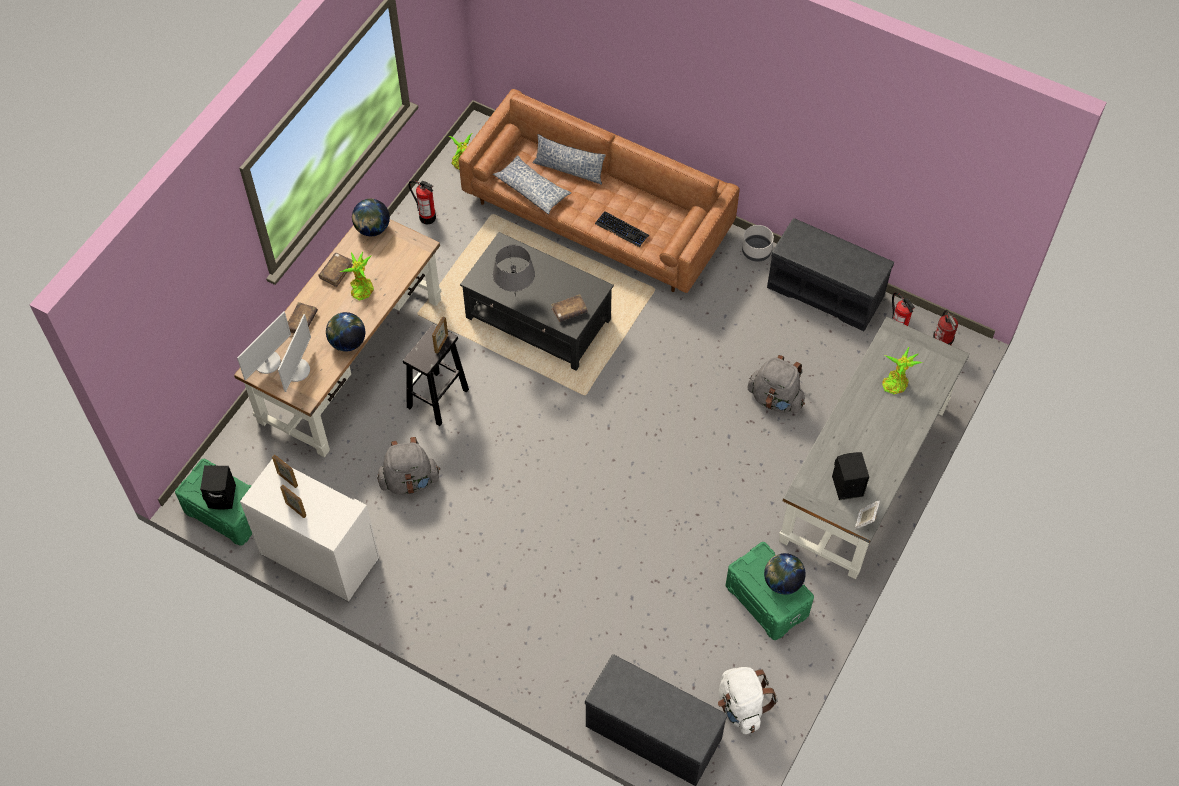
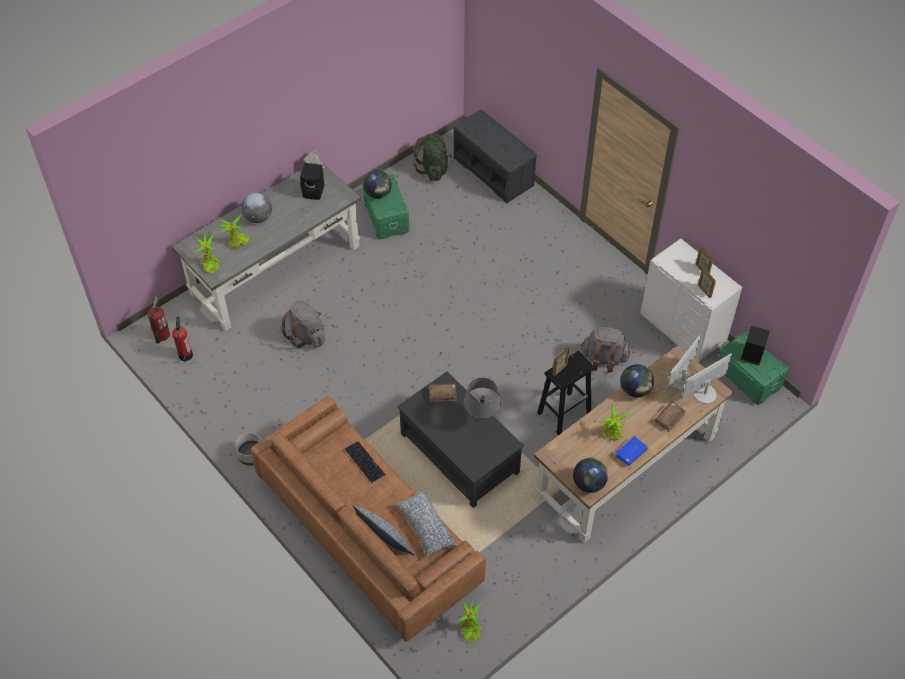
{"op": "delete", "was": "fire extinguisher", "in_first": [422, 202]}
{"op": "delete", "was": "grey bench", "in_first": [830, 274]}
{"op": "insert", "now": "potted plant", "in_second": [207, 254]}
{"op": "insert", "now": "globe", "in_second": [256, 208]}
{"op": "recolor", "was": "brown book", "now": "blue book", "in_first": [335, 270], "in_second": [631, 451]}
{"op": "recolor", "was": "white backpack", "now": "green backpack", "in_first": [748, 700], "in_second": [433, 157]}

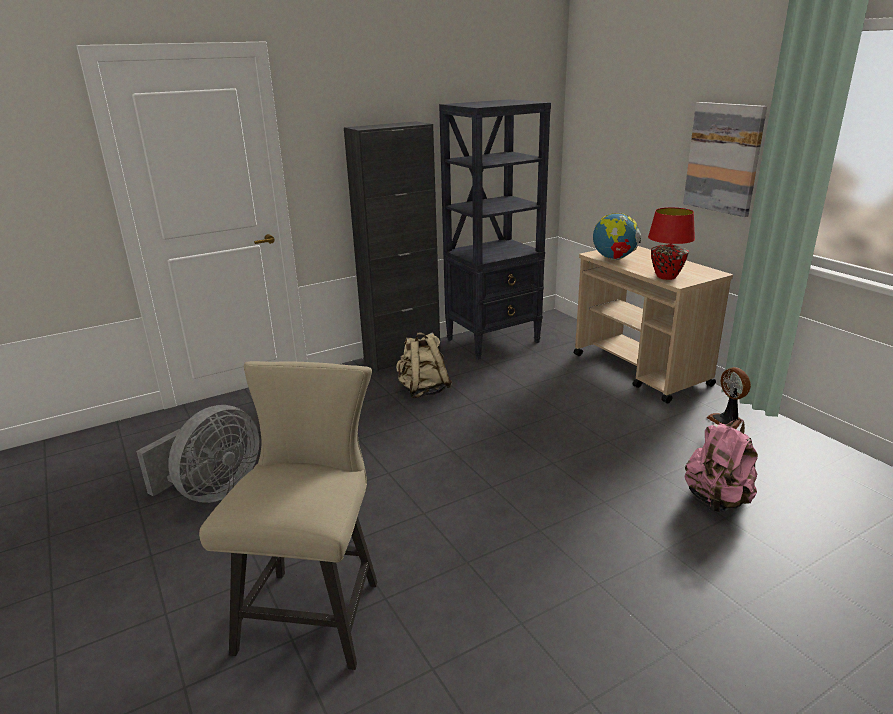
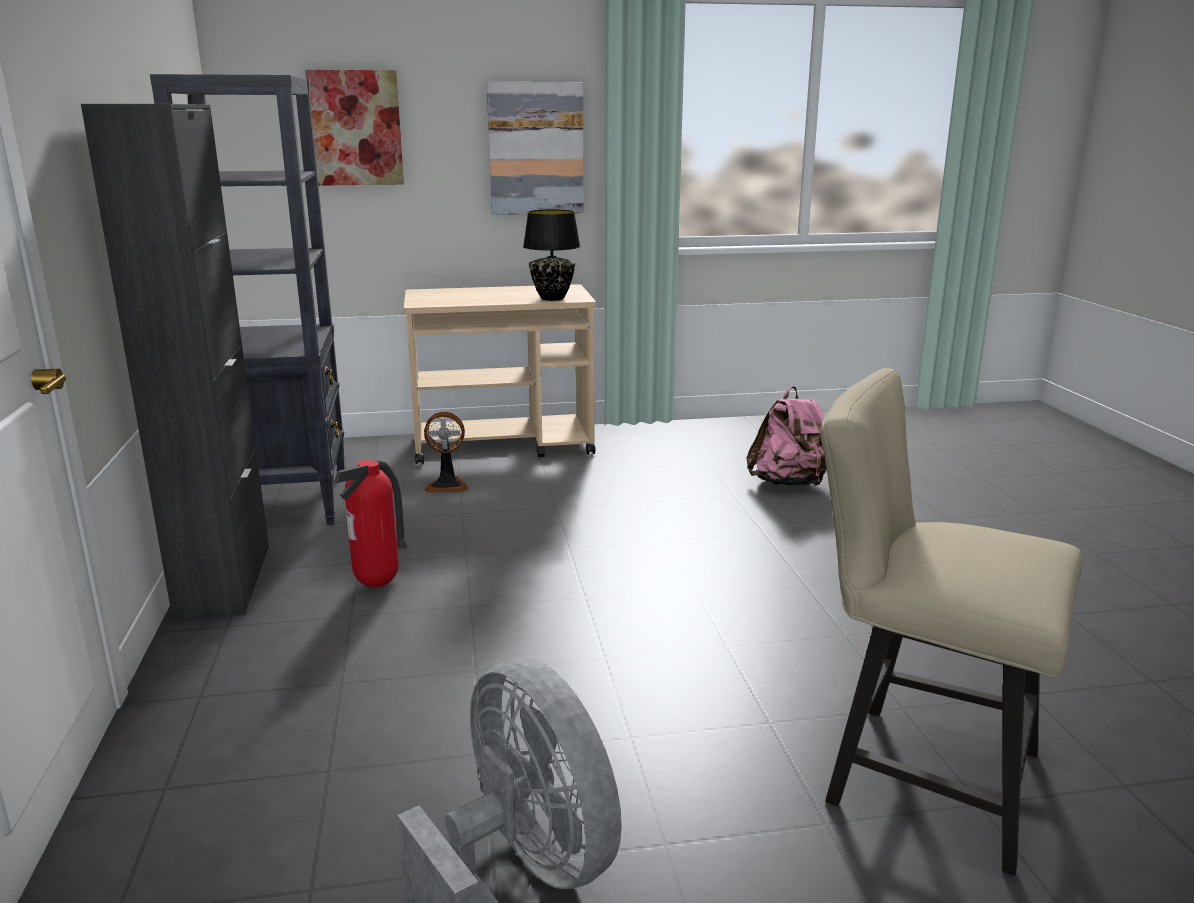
{"op": "delete", "was": "globe", "in_first": [617, 236]}
{"op": "insert", "now": "picture", "in_second": [354, 128]}
{"op": "move", "was": "fan", "in_first": [729, 398], "in_second": [446, 452]}
{"op": "replace", "was": "beige backpack", "now": "fire extinguisher", "in_first": [424, 365], "in_second": [371, 523]}
{"op": "recolor", "was": "red table lamp", "now": "black table lamp", "in_first": [671, 243], "in_second": [552, 255]}

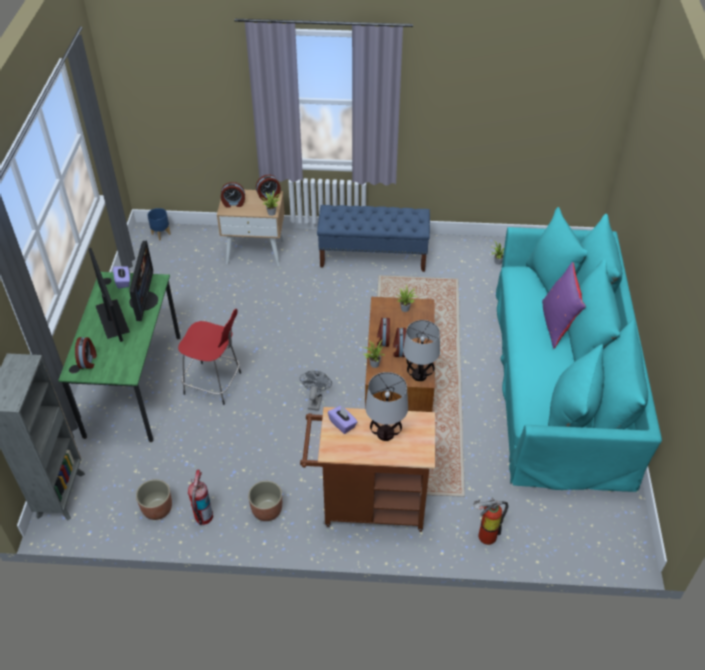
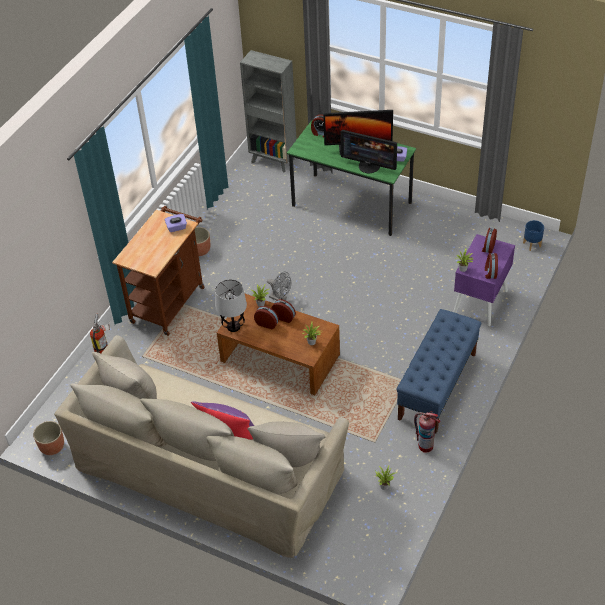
{"op": "delete", "was": "red stool", "in_first": [209, 357]}
{"op": "delete", "was": "table lamp", "in_first": [386, 406]}
{"op": "move", "was": "planter", "in_first": [154, 499], "in_second": [48, 438]}
{"op": "move", "was": "fire extinguisher", "in_first": [200, 497], "in_second": [427, 431]}
{"op": "recolor", "was": "beige nightstand", "now": "purple nightstand", "in_first": [251, 228], "in_second": [484, 280]}
{"op": "recolor", "was": "turquoise sofa", "now": "beige sofa", "in_first": [579, 349], "in_second": [201, 446]}

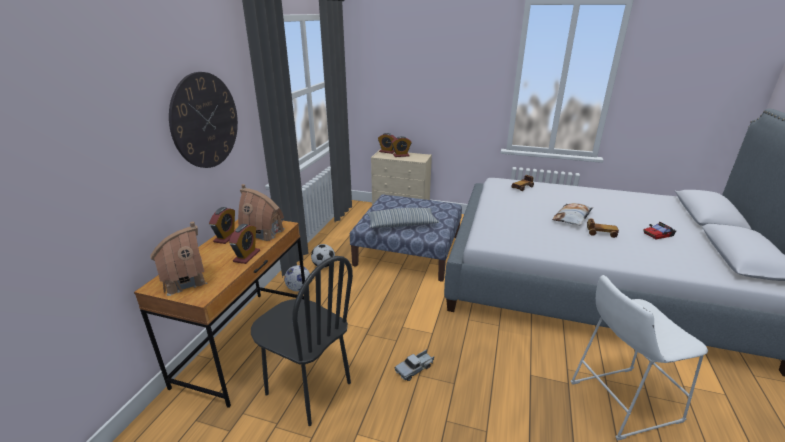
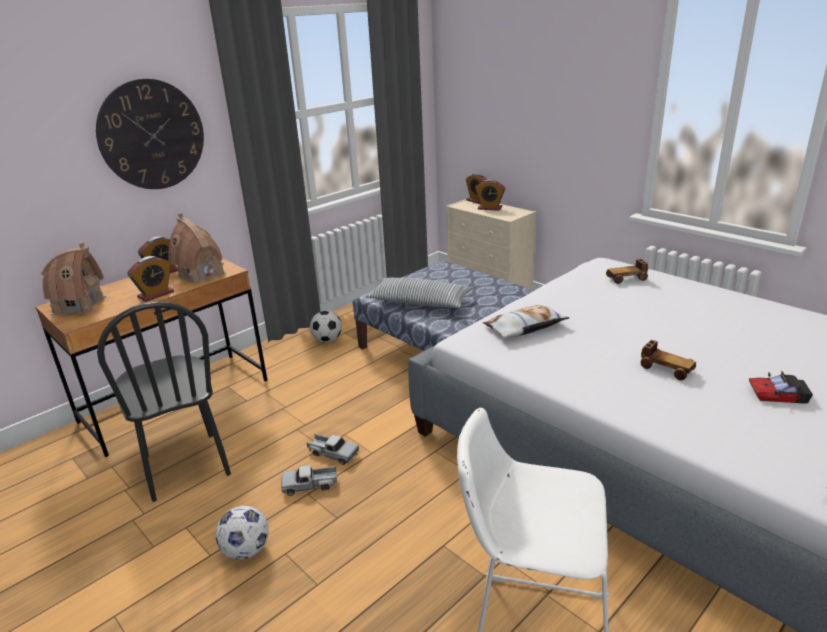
{"op": "insert", "now": "toy truck", "in_second": [332, 449]}
{"op": "move", "was": "football", "in_first": [297, 278], "in_second": [242, 533]}
{"op": "move", "was": "pillow", "in_first": [572, 214], "in_second": [526, 321]}

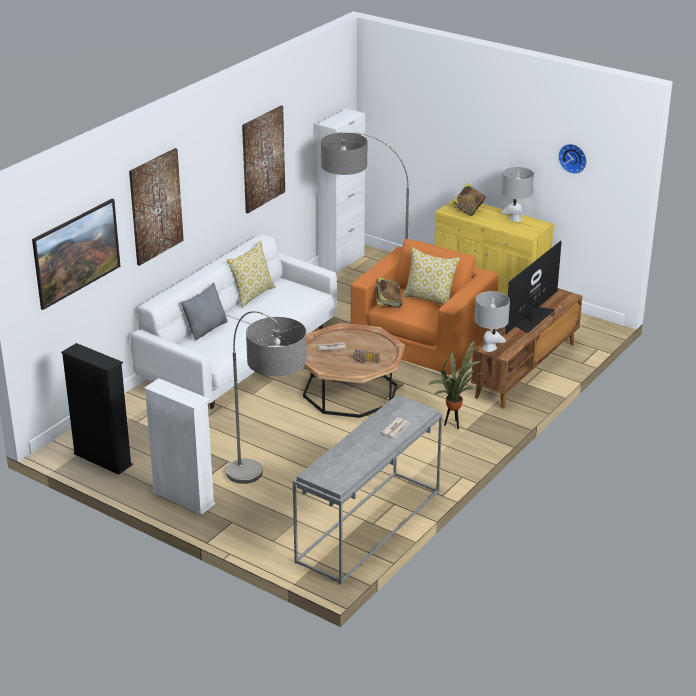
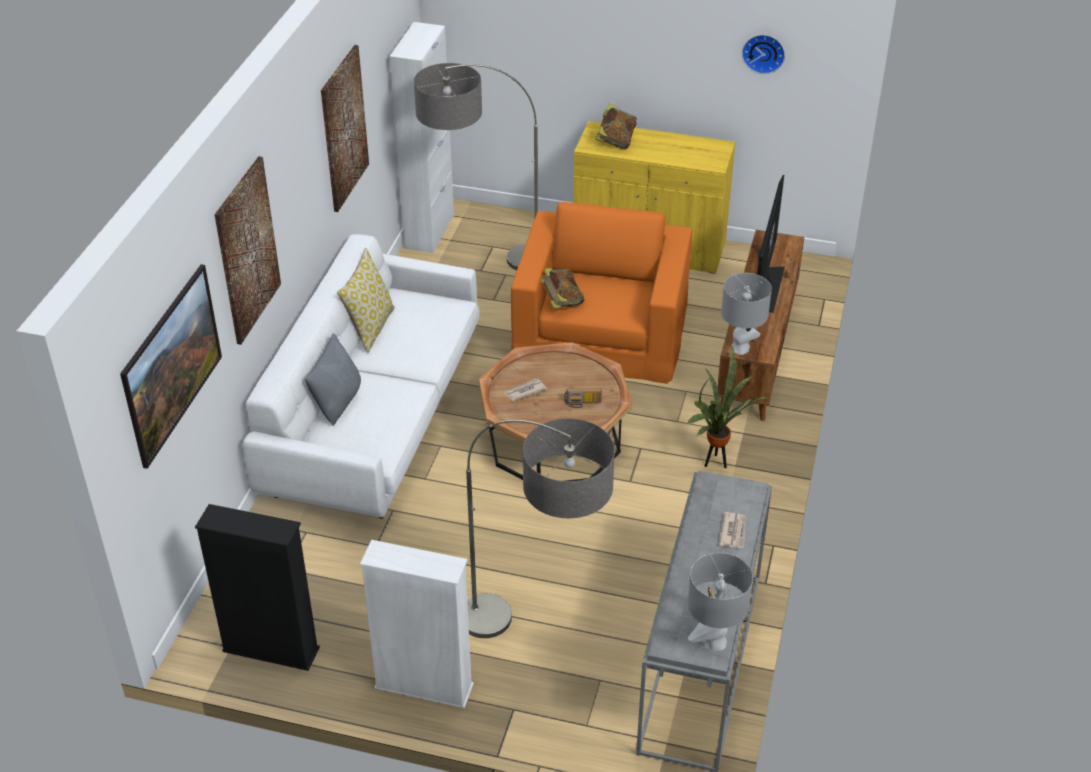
{"op": "delete", "was": "pillow", "in_first": [431, 276]}
{"op": "move", "was": "grey table lamp", "in_first": [517, 194], "in_second": [720, 602]}

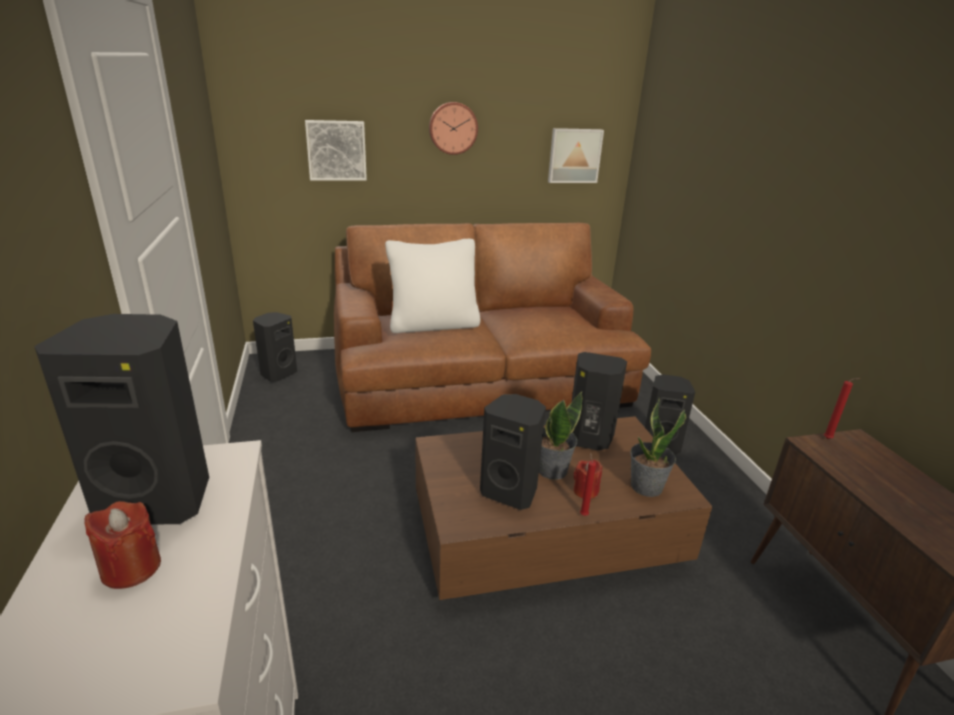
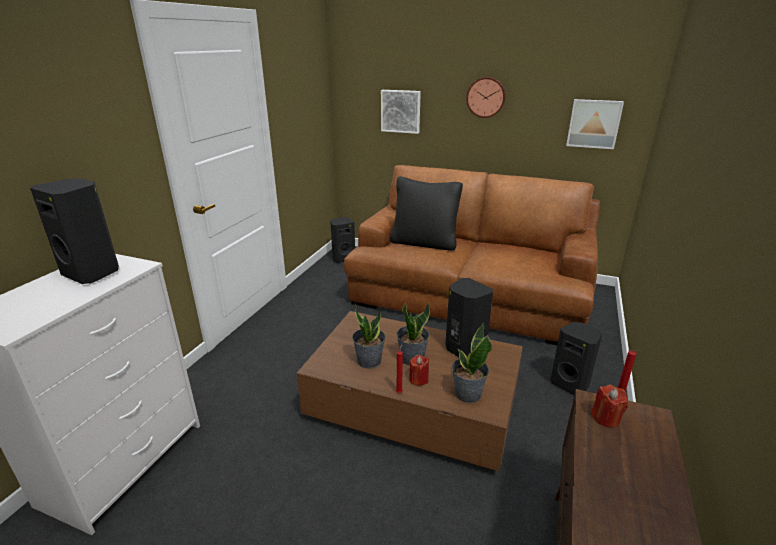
{"op": "move", "was": "red candle", "in_first": [122, 545], "in_second": [609, 406]}
{"op": "replace", "was": "black speaker", "now": "potted plant", "in_first": [513, 452], "in_second": [369, 336]}
{"op": "recolor", "was": "white pillow", "now": "black pillow", "in_first": [433, 286], "in_second": [426, 213]}

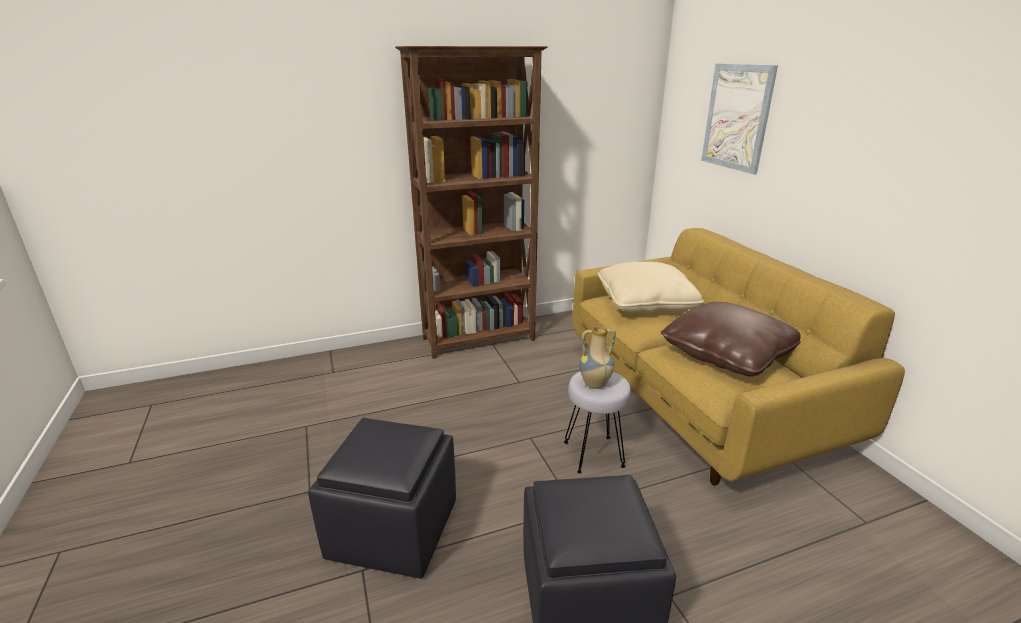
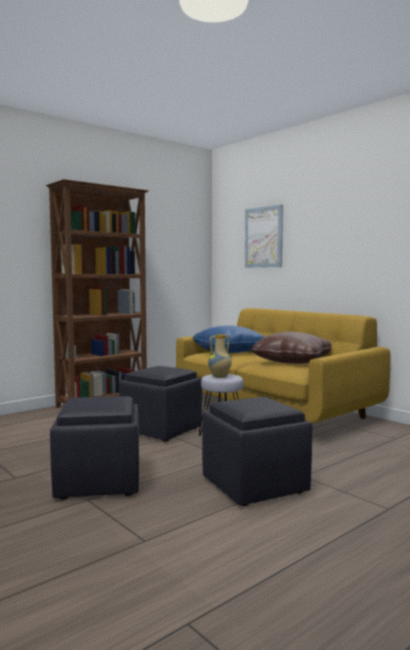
{"op": "insert", "now": "black ottoman", "in_second": [160, 403]}
{"op": "recolor", "was": "beige pillow", "now": "blue pillow", "in_first": [651, 287], "in_second": [228, 339]}

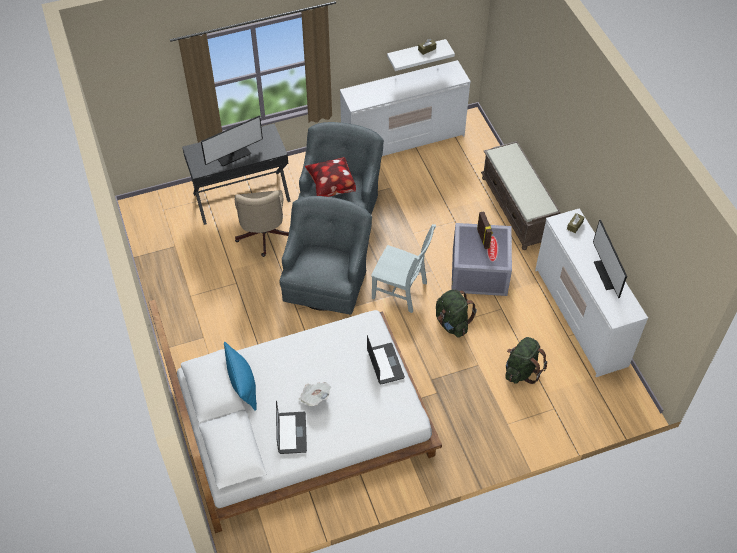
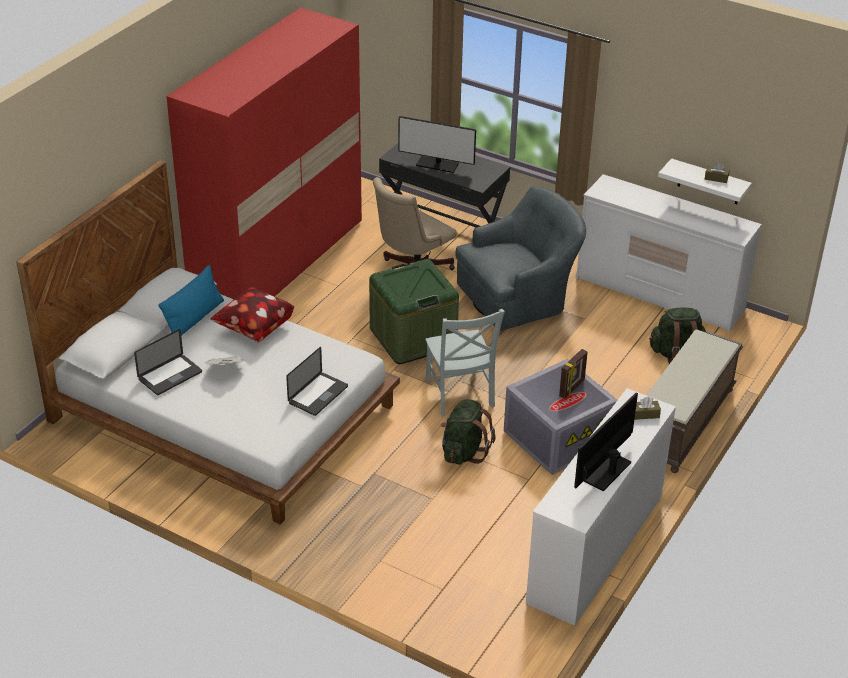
{"op": "insert", "now": "red wardrobe", "in_second": [264, 153]}
{"op": "move", "was": "pillow", "in_first": [330, 177], "in_second": [252, 314]}
{"op": "move", "was": "green backpack", "in_first": [526, 360], "in_second": [677, 335]}
{"op": "replace", "was": "grey armchair", "now": "green storage box", "in_first": [325, 255], "in_second": [414, 311]}

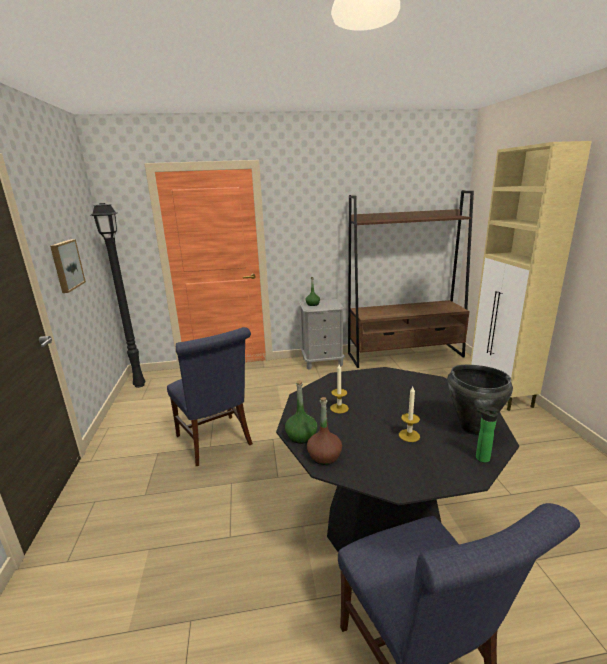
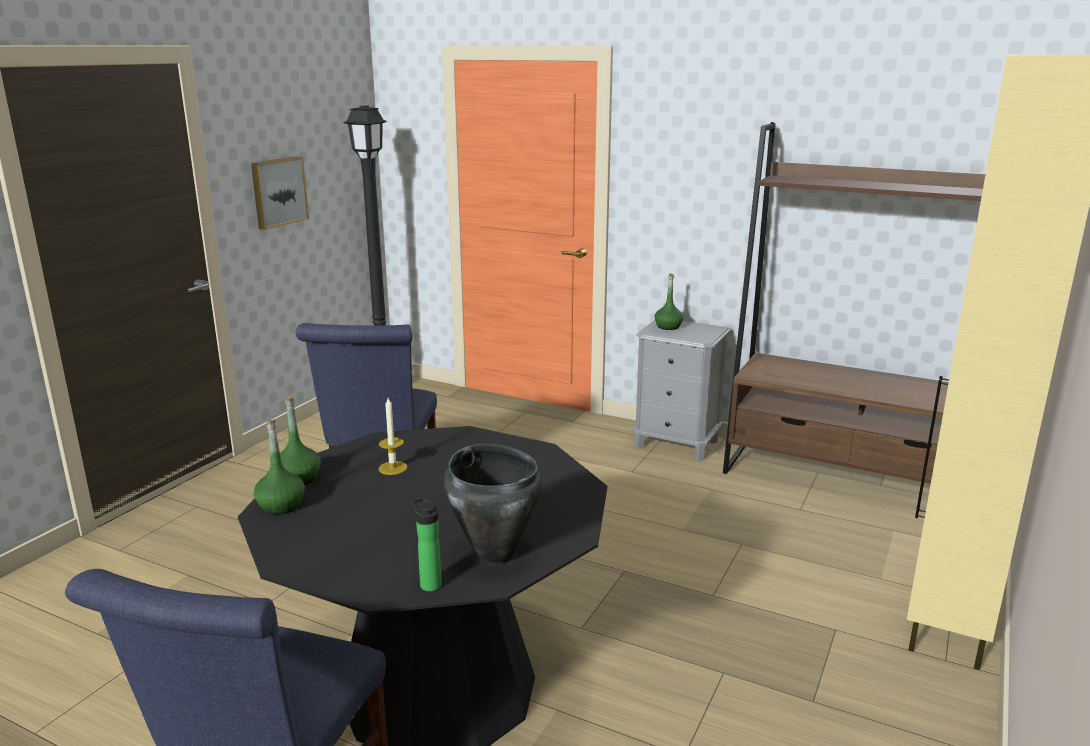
{"op": "delete", "was": "candle", "in_first": [409, 414]}
{"op": "recolor", "was": "brown bottle", "now": "green bottle", "in_first": [324, 431], "in_second": [279, 467]}

